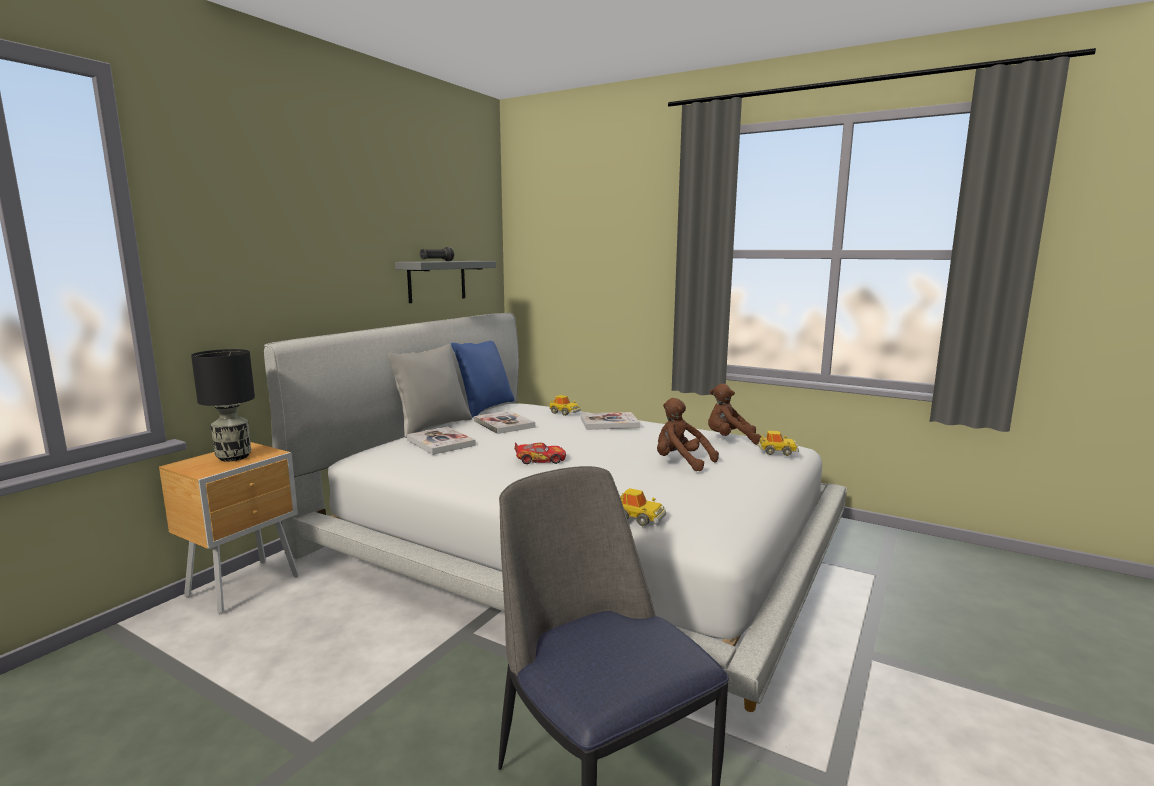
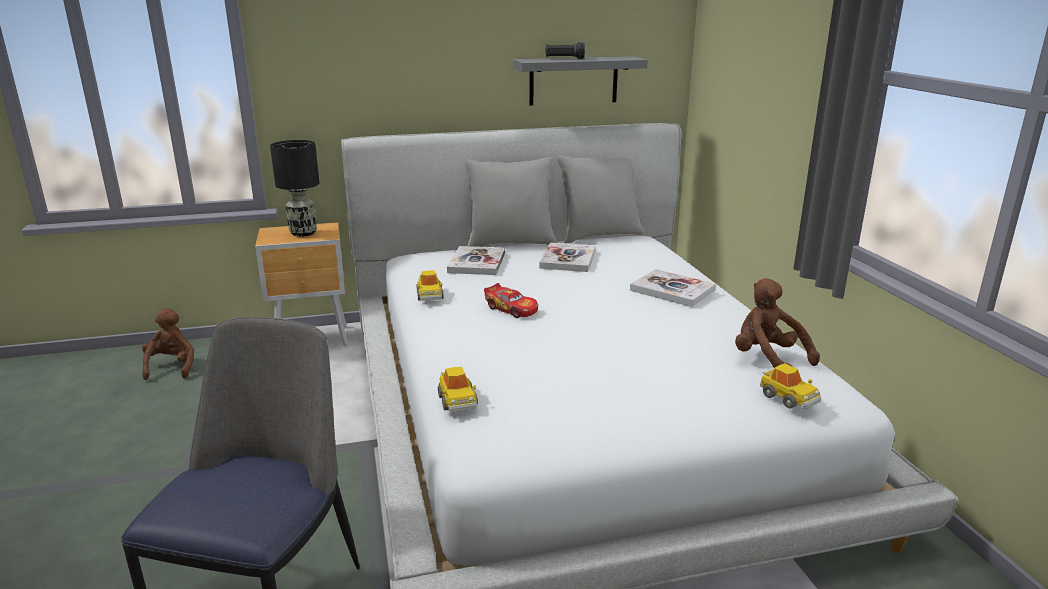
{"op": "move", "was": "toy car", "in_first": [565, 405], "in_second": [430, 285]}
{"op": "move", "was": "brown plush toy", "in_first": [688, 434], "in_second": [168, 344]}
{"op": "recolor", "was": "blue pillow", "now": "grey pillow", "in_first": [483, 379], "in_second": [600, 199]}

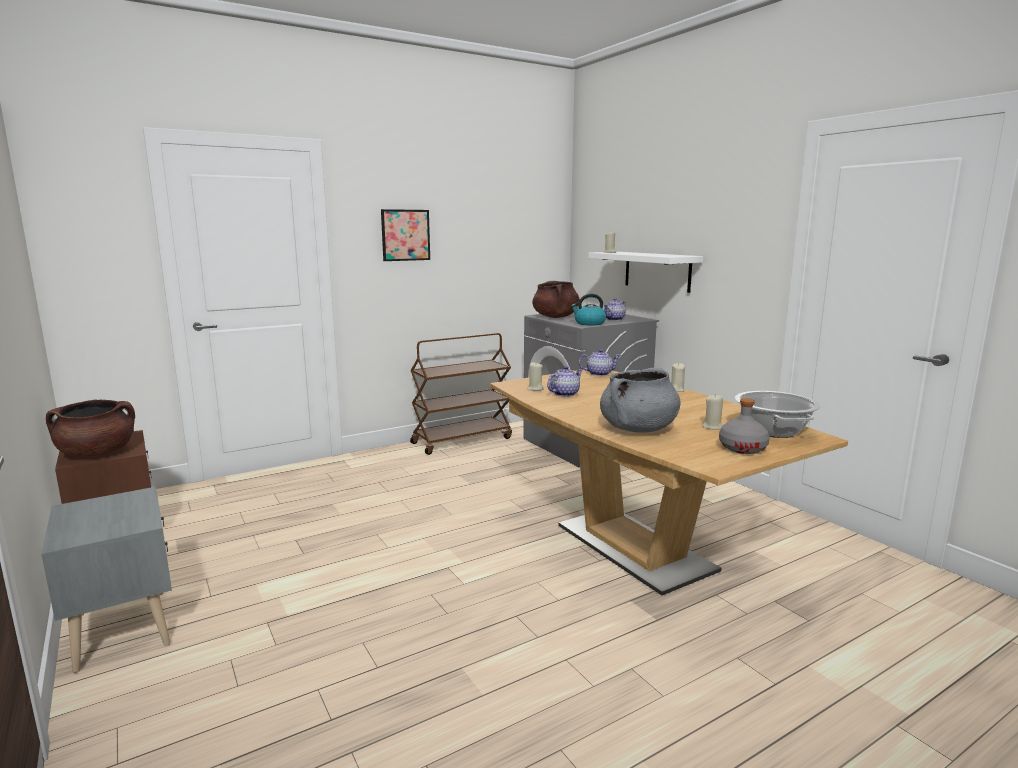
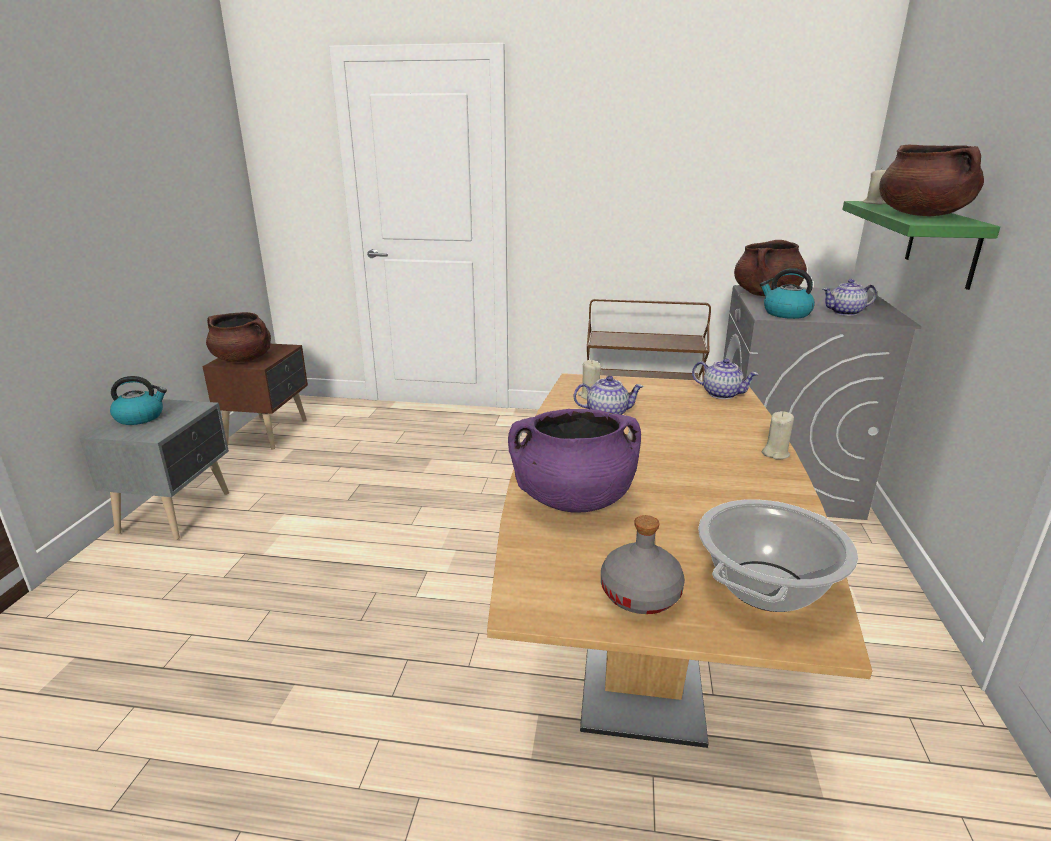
{"op": "delete", "was": "picture", "in_first": [405, 235]}
{"op": "delete", "was": "beige candle", "in_first": [712, 412]}
{"op": "insert", "now": "kettle", "in_second": [138, 400]}
{"op": "insert", "now": "brown cooking pot", "in_second": [931, 180]}
{"op": "recolor", "was": "white shelf", "now": "green shelf", "in_first": [645, 272], "in_second": [921, 245]}
{"op": "recolor", "was": "grey cooking pot", "now": "purple cooking pot", "in_first": [640, 400], "in_second": [574, 461]}

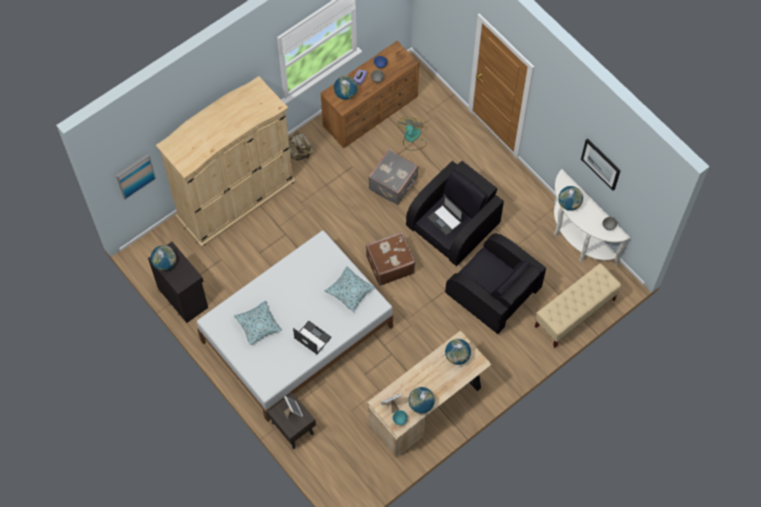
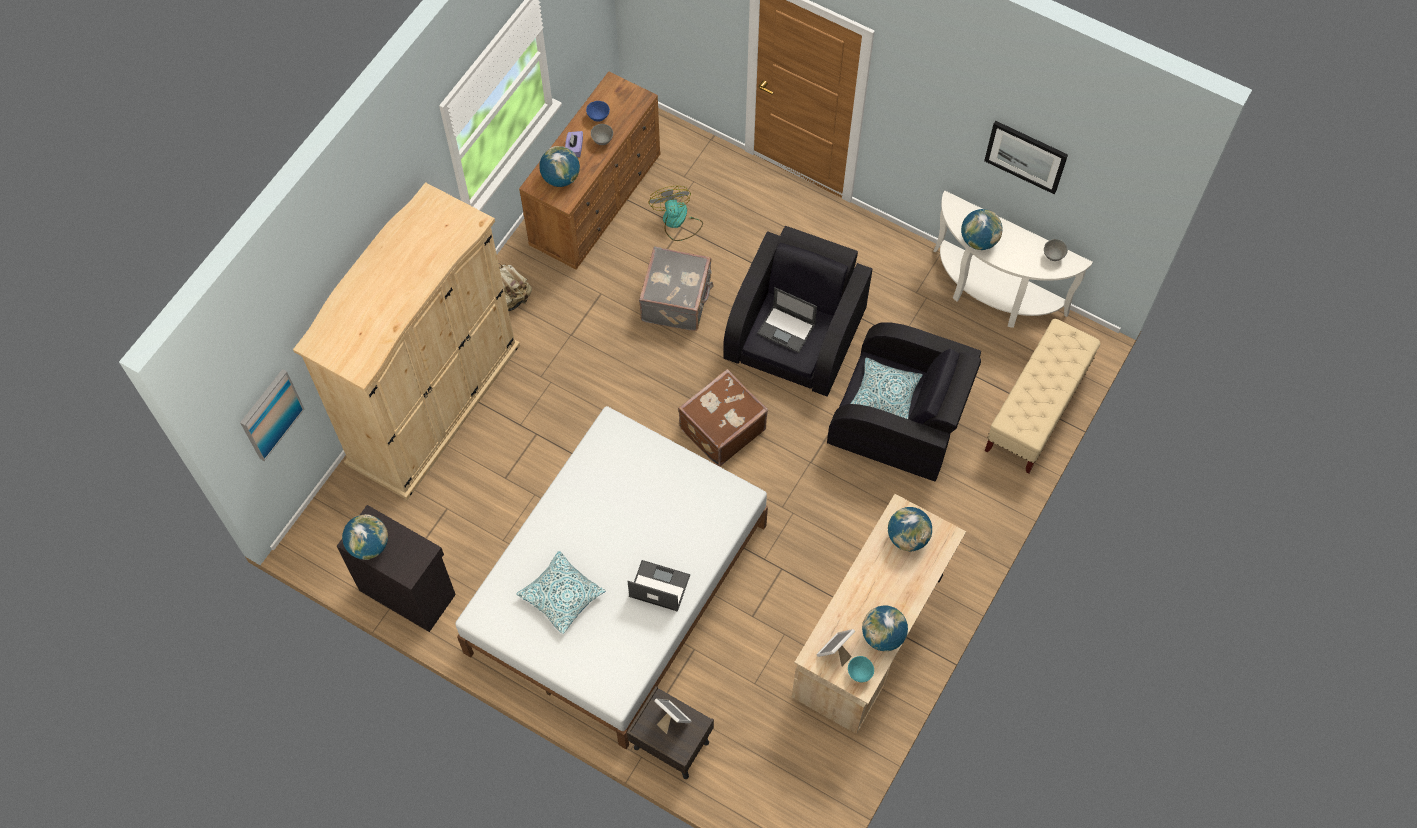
{"op": "move", "was": "pillow", "in_first": [350, 288], "in_second": [886, 388]}

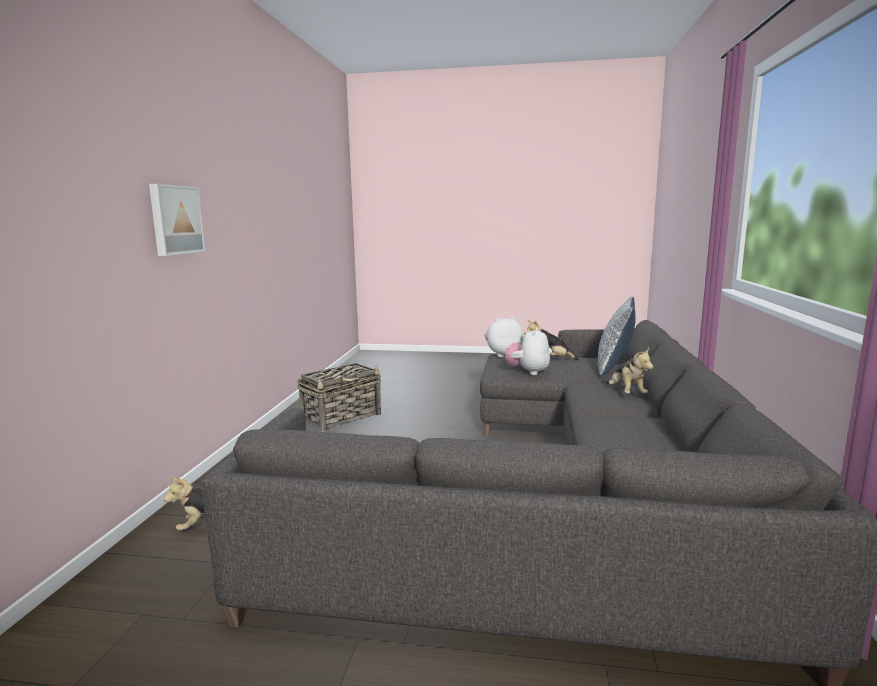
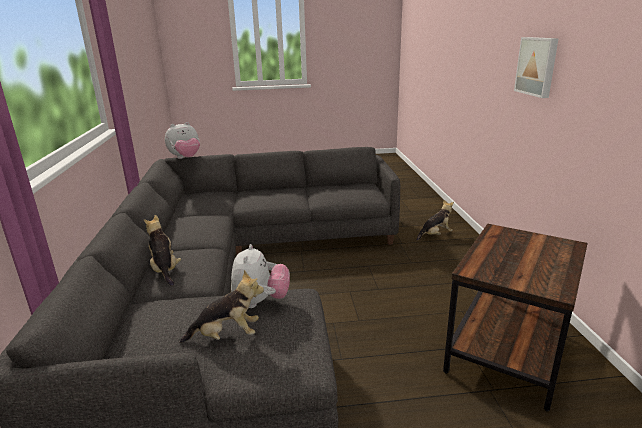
{"op": "delete", "was": "pillow", "in_first": [617, 336]}
{"op": "move", "was": "plush toy", "in_first": [503, 337], "in_second": [182, 140]}
{"op": "replace", "was": "basket", "now": "brown side table", "in_first": [339, 397], "in_second": [515, 317]}

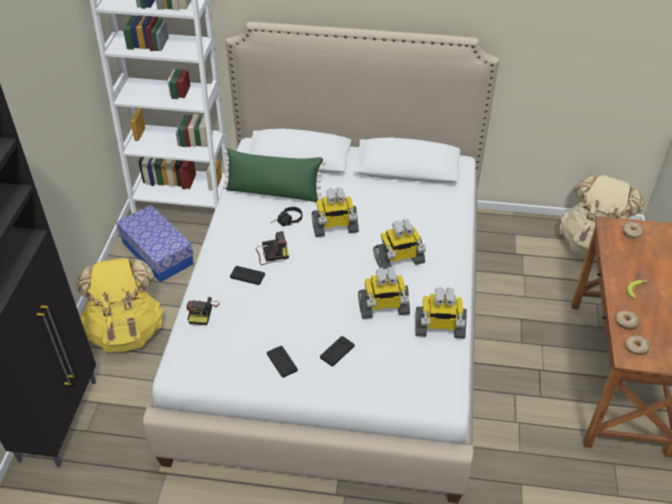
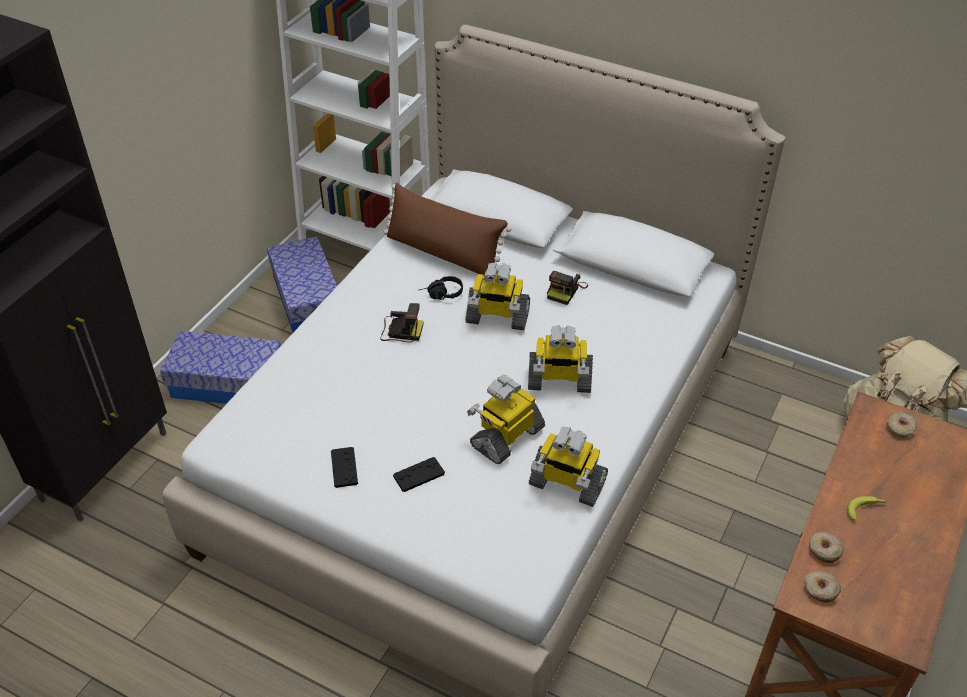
{"op": "delete", "was": "black game controller", "in_first": [247, 275]}
{"op": "move", "was": "photo camera", "in_first": [203, 311], "in_second": [567, 288]}
{"op": "replace", "was": "yellow backpack", "now": "storage box", "in_first": [119, 305], "in_second": [220, 367]}
{"op": "recolor", "was": "green pillow", "now": "brown pillow", "in_first": [274, 175], "in_second": [447, 229]}
{"op": "rotate", "was": "toy robot", "in_first": [384, 293], "in_second": [506, 419], "clockwise": 120}

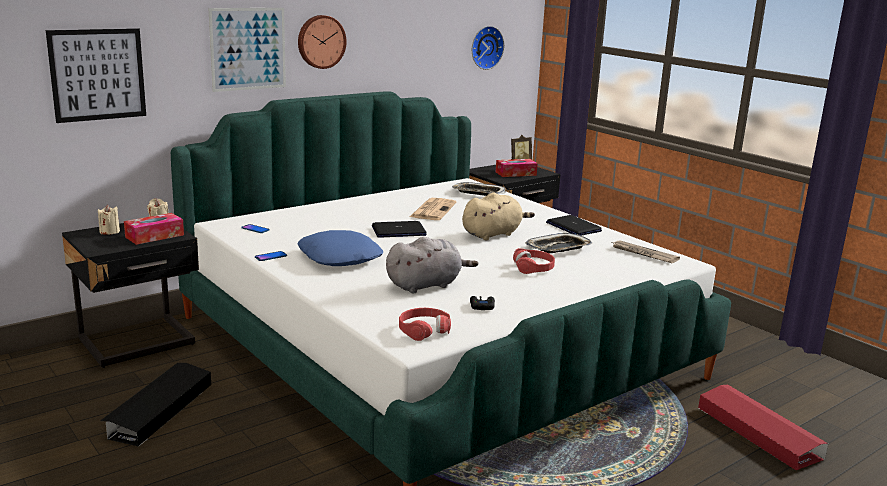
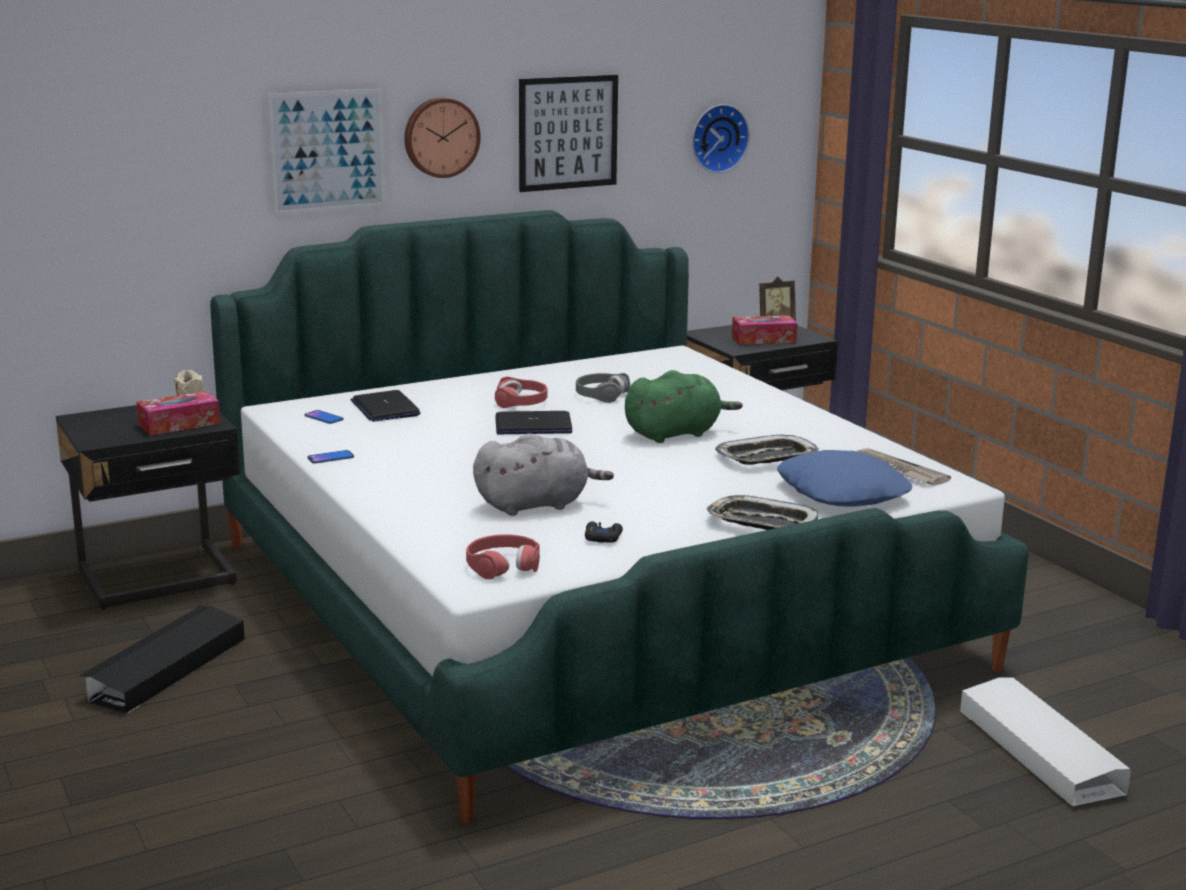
{"op": "delete", "was": "beige candle", "in_first": [109, 220]}
{"op": "move", "was": "picture", "in_first": [96, 75], "in_second": [568, 133]}
{"op": "move", "was": "blue pillow", "in_first": [340, 248], "in_second": [844, 478]}
{"op": "move", "was": "tray", "in_first": [478, 189], "in_second": [762, 512]}
{"op": "move", "was": "red headphones", "in_first": [534, 261], "in_second": [521, 392]}
{"op": "move", "was": "laptop", "in_first": [574, 225], "in_second": [385, 406]}
{"op": "replace", "was": "newspaper", "now": "grey headphones", "in_first": [433, 209], "in_second": [603, 388]}
{"op": "recolor", "was": "beige plush toy", "now": "green plush toy", "in_first": [498, 216], "in_second": [684, 406]}
{"op": "recolor", "was": "red storage box", "now": "white storage box", "in_first": [763, 427], "in_second": [1045, 741]}

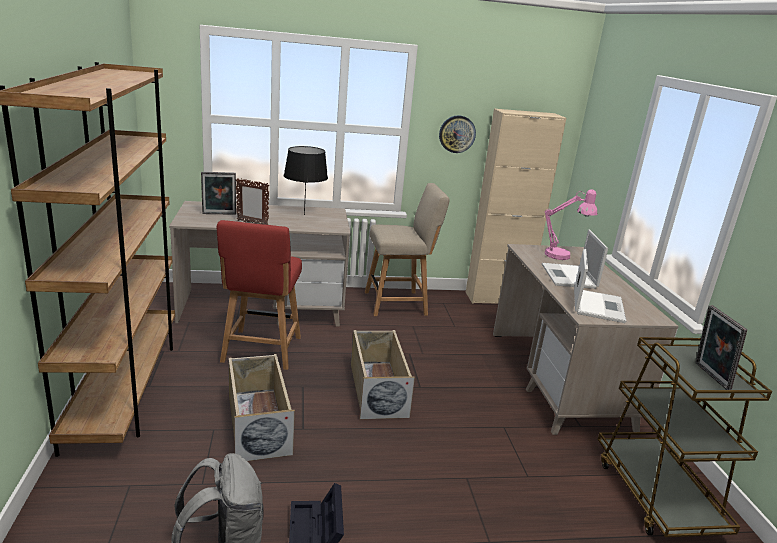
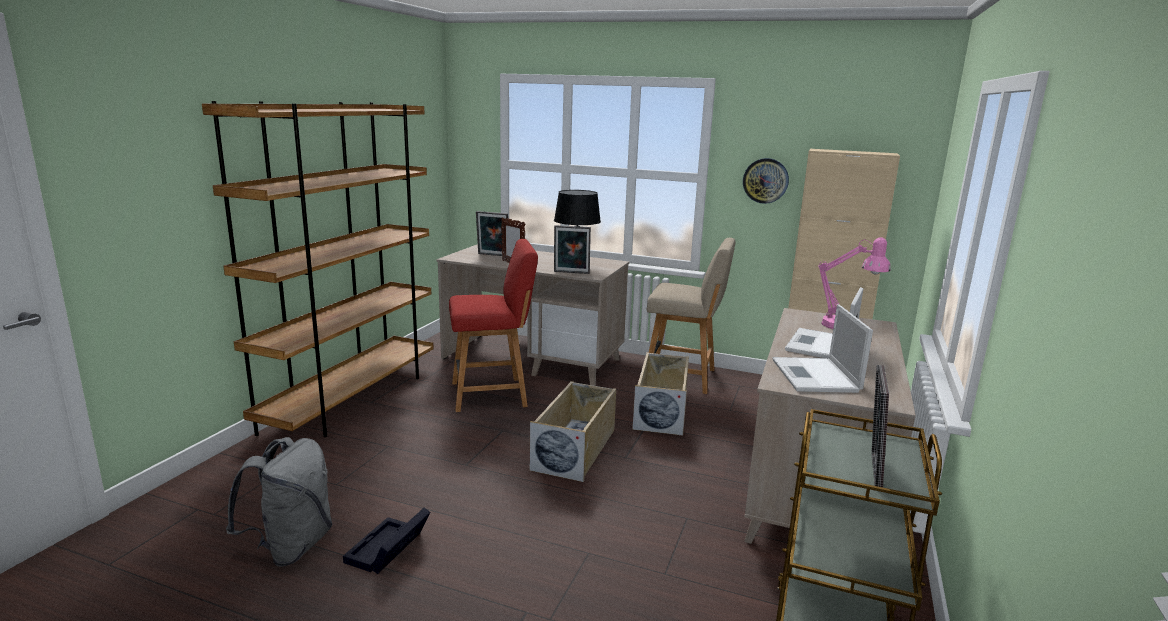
{"op": "insert", "now": "picture frame", "in_second": [572, 249]}
{"op": "move", "was": "beige storage box", "in_first": [262, 407], "in_second": [660, 393]}
{"op": "rotate", "was": "red chair", "in_first": [259, 295], "in_second": [493, 325], "clockwise": -135}
{"op": "rotate", "was": "laptop", "in_first": [600, 286], "in_second": [822, 348], "clockwise": 135}

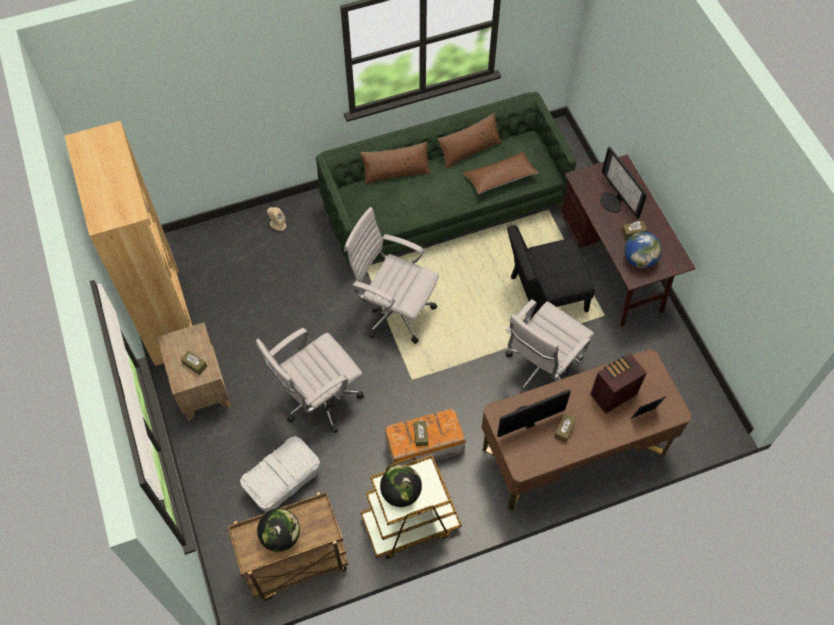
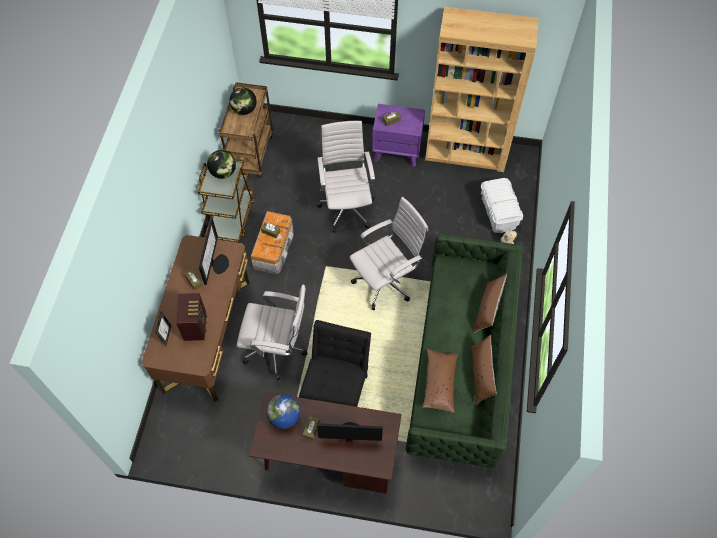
{"op": "move", "was": "white storage box", "in_first": [280, 474], "in_second": [502, 205]}
{"op": "recolor", "was": "brown nightstand", "now": "purple nightstand", "in_first": [194, 371], "in_second": [398, 135]}
{"op": "rotate", "was": "white office chair", "in_first": [550, 346], "in_second": [272, 332], "clockwise": 120}

